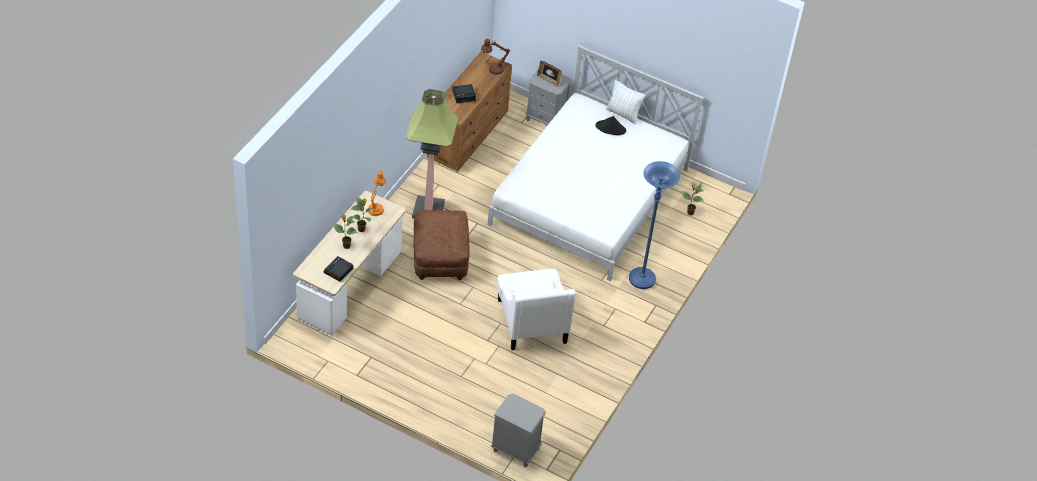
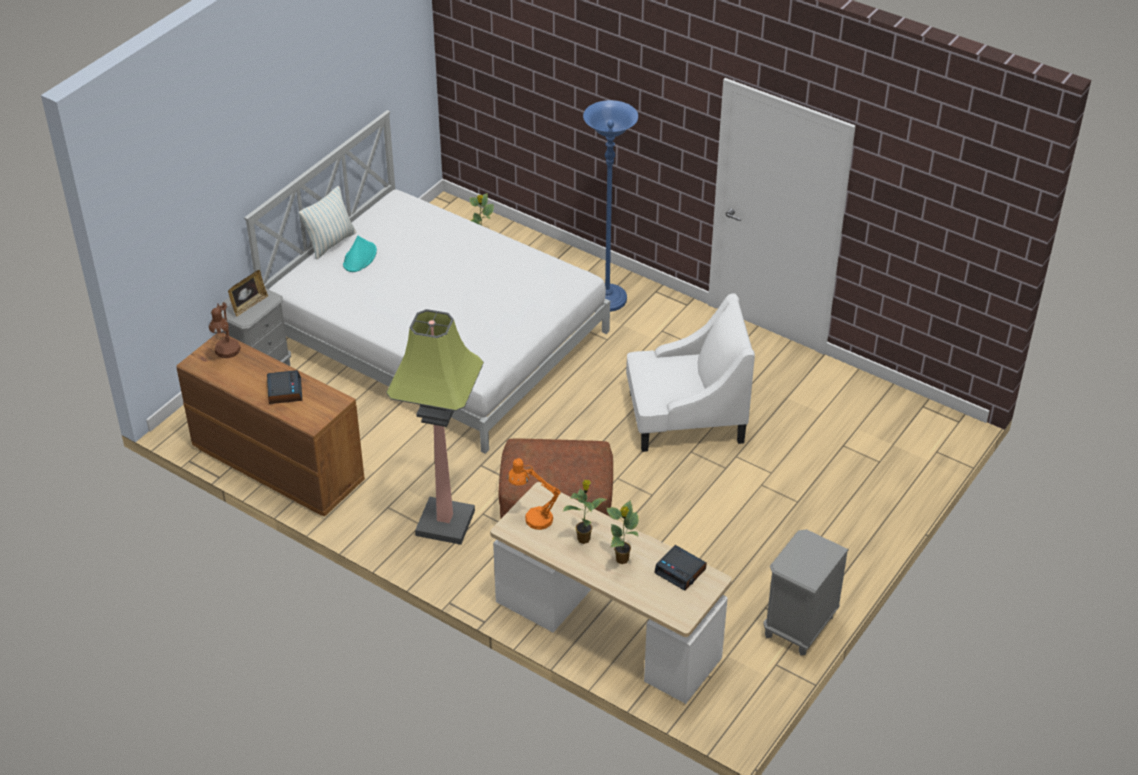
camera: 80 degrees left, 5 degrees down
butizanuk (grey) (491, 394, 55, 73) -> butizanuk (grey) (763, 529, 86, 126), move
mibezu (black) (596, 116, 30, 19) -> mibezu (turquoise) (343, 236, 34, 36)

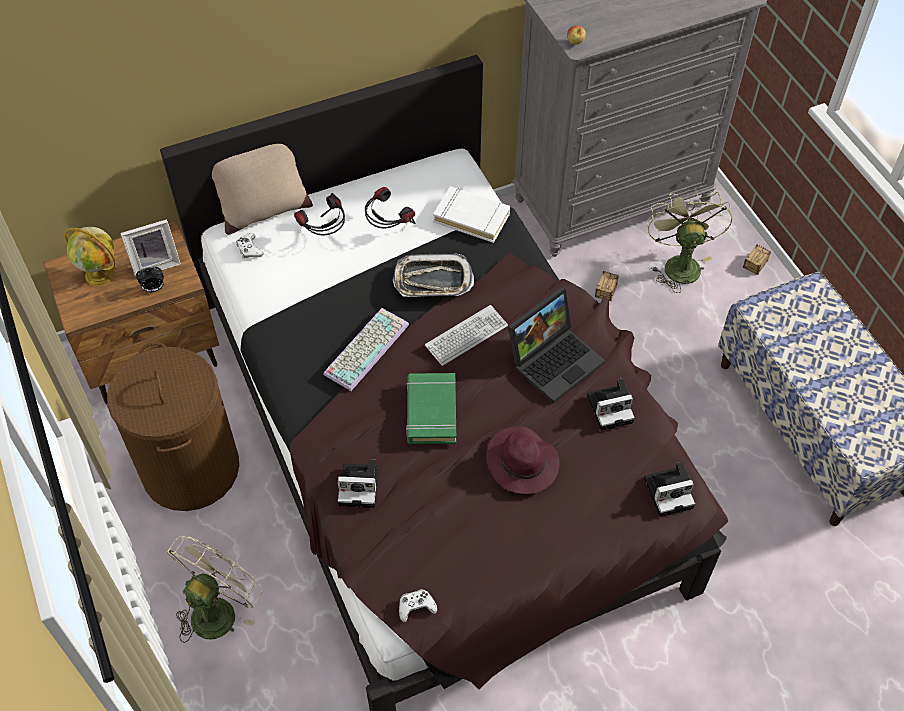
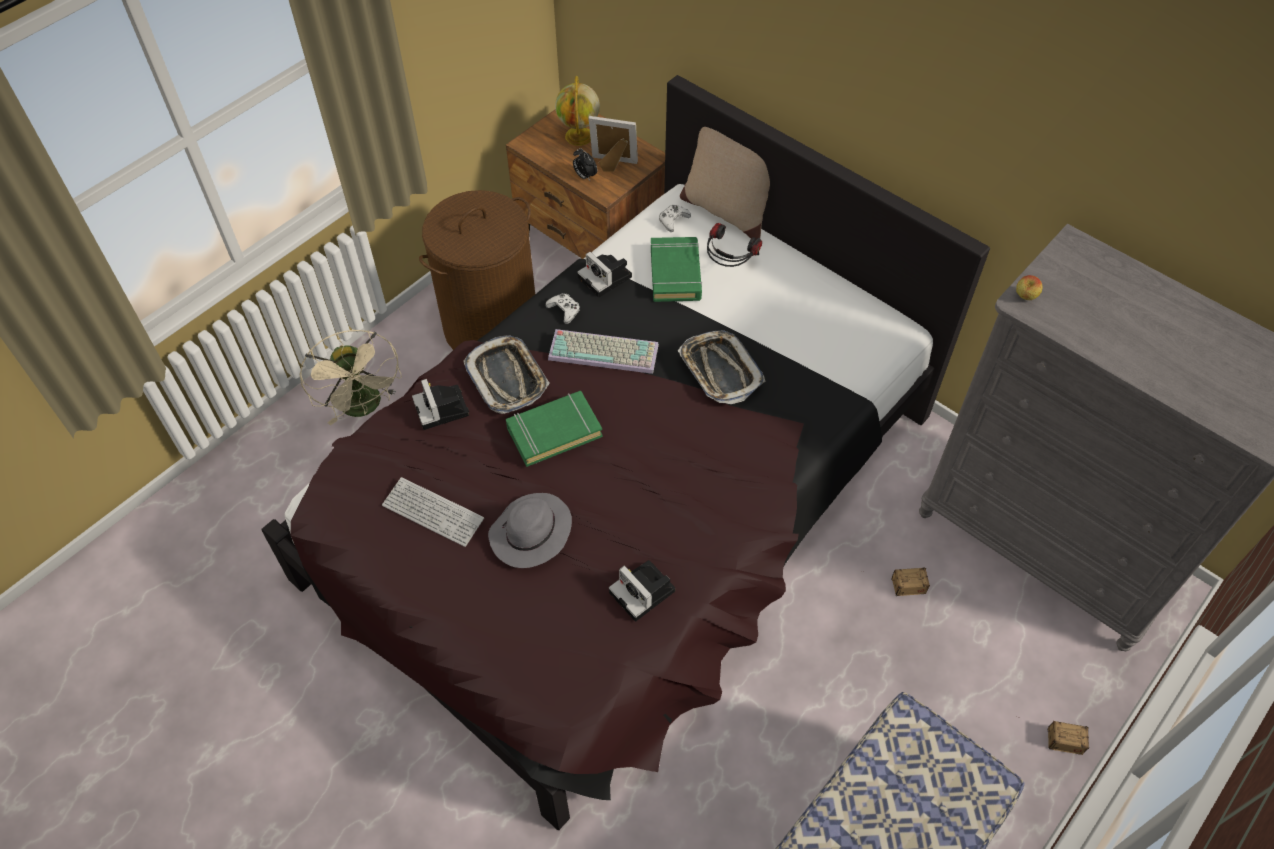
camera: 65 degrees right, 0 degrees up
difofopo (120, 219, 61, 58) -> difofopo (589, 116, 49, 56), 150 degrees clockwise
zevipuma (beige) (166, 536, 97, 107) -> zevipuma (beige) (300, 330, 102, 96), 60 degrees clockwise
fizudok (365, 187, 51, 42) -> none
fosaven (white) (399, 589, 38, 33) -> fosaven (white) (545, 293, 35, 31), move
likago (425, 305, 83, 61) -> likago (382, 477, 102, 70), move
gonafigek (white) (433, 186, 77, 57) -> none
mibezu (purple) (486, 426, 73, 68) -> mibezu (grey) (488, 493, 84, 75)
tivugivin (508, 287, 97, 117) -> none
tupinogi (644, 462, 51, 55) -> tupinogi (577, 252, 55, 45), move
zevipuma (green) (647, 189, 86, 104) -> none
none -> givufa (463, 335, 87, 79)
none -> gonafigek (green) (651, 237, 51, 65)

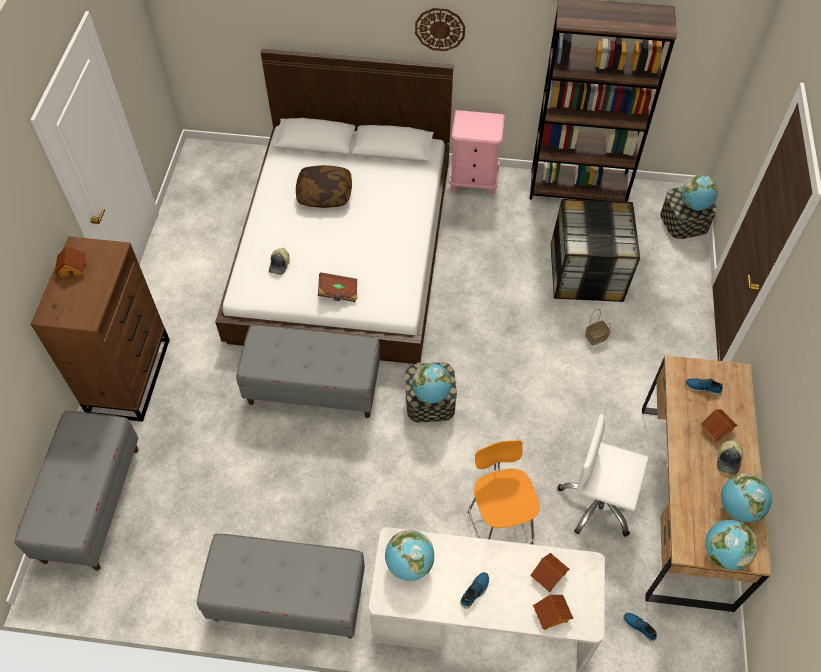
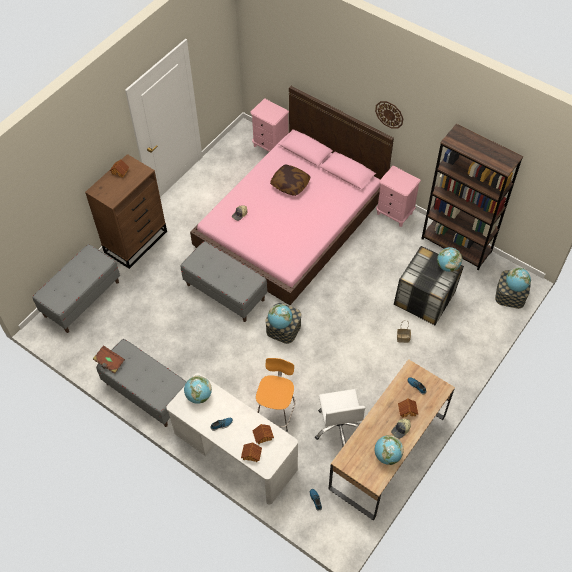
camera: 30 degrees right, 0 degrees up
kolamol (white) (215, 49, 238, 315) -> kolamol (pink) (190, 86, 204, 219)
gonafigek (brown) (318, 272, 39, 30) -> gonafigek (brown) (93, 345, 32, 29), move
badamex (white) (557, 414, 92, 123) -> badamex (white) (315, 389, 50, 59), 150 degrees counterclockwise
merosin (705, 520, 52, 50) -> merosin (437, 247, 25, 25), move
none -> butizanuk (pink) (250, 98, 39, 54)

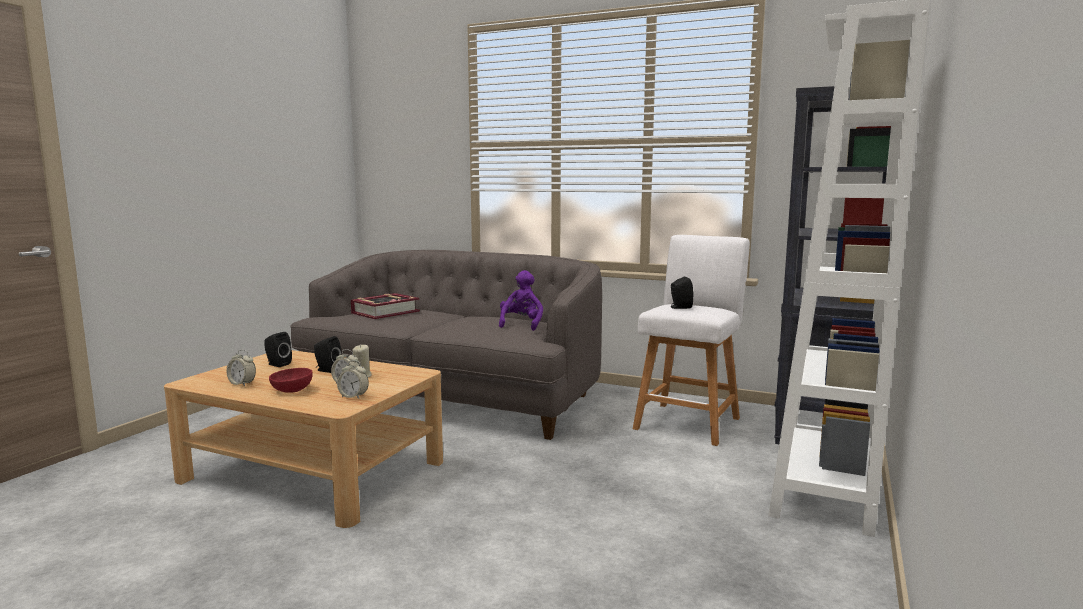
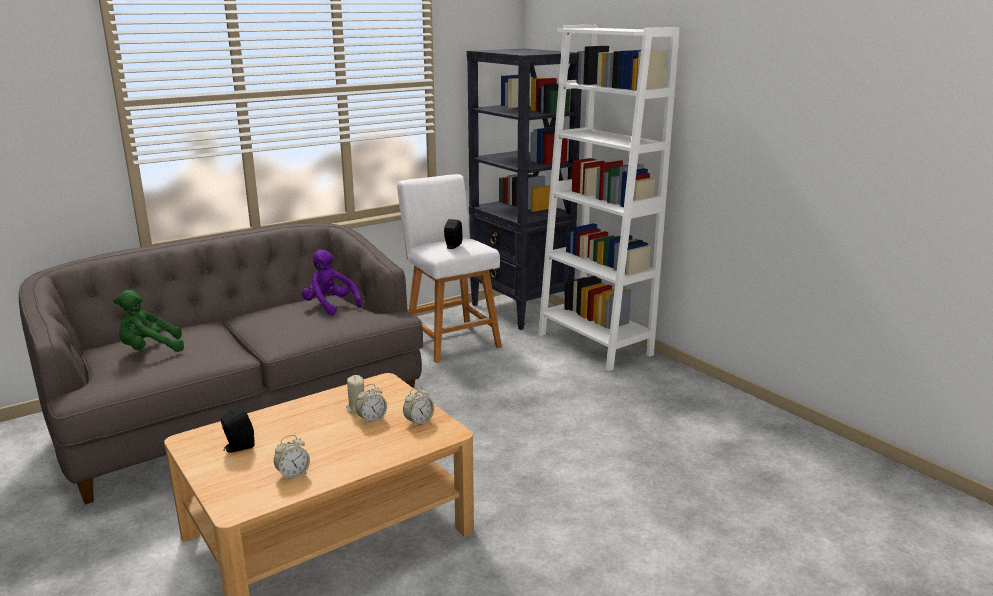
camera: 60 degrees left, 10 degrees up
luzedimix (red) (269, 368, 44, 25) -> none
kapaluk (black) (314, 336, 27, 37) -> none
gonafigek (351, 293, 69, 26) -> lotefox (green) (113, 290, 71, 62)

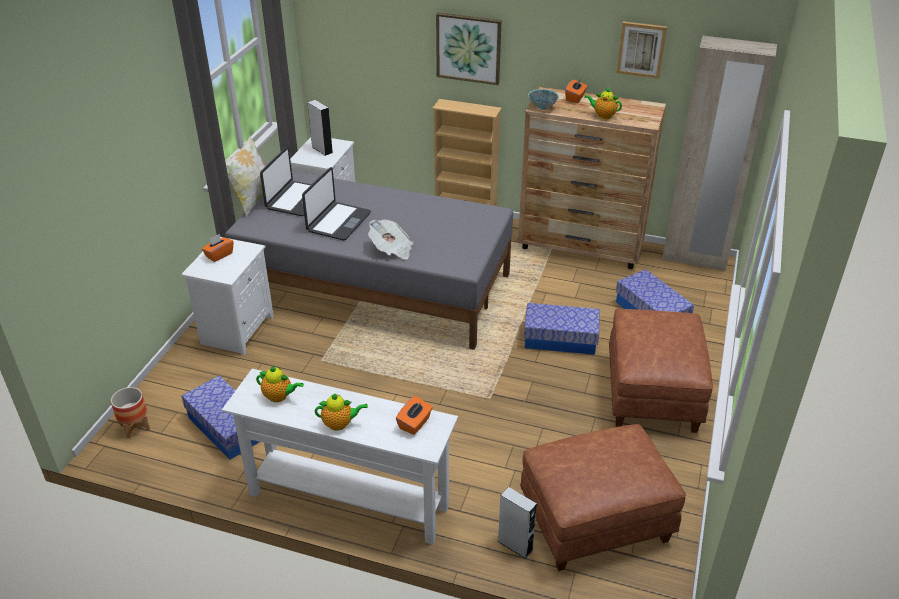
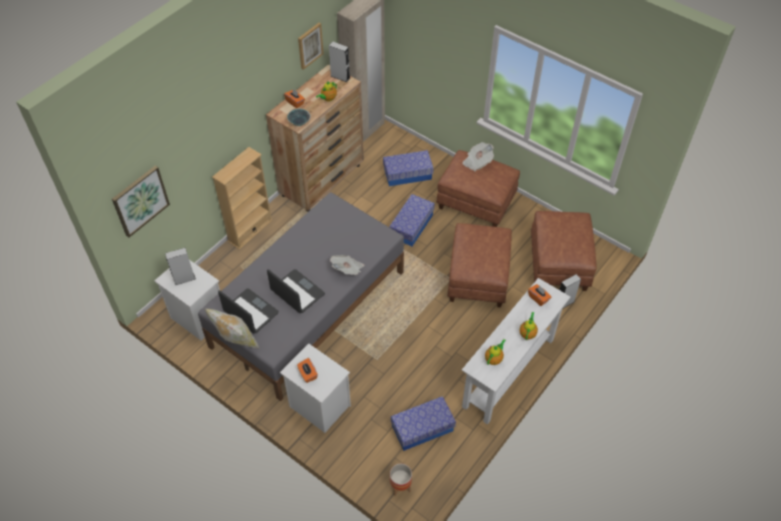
camera: 70 degrees left, 15 degrees up
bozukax (436, 12, 66, 73) -> bozukax (112, 166, 58, 71), move
none -> kapaluk (grey) (329, 41, 21, 41)
none -> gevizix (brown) (447, 223, 65, 84)
none -> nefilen (462, 142, 32, 29)

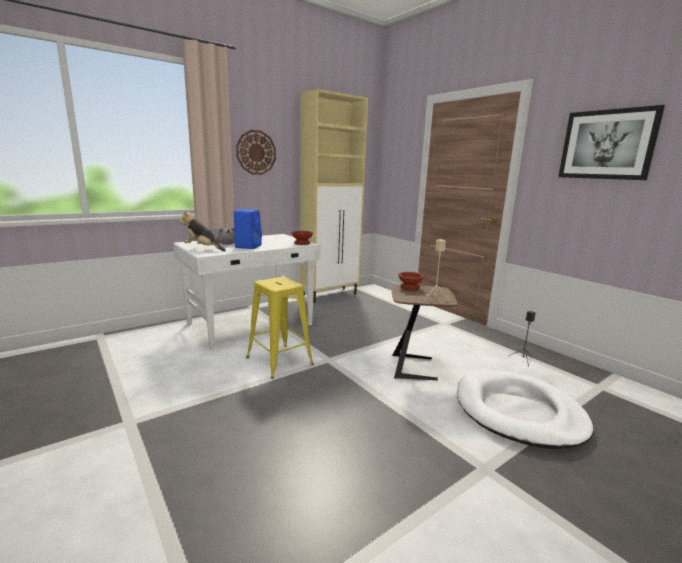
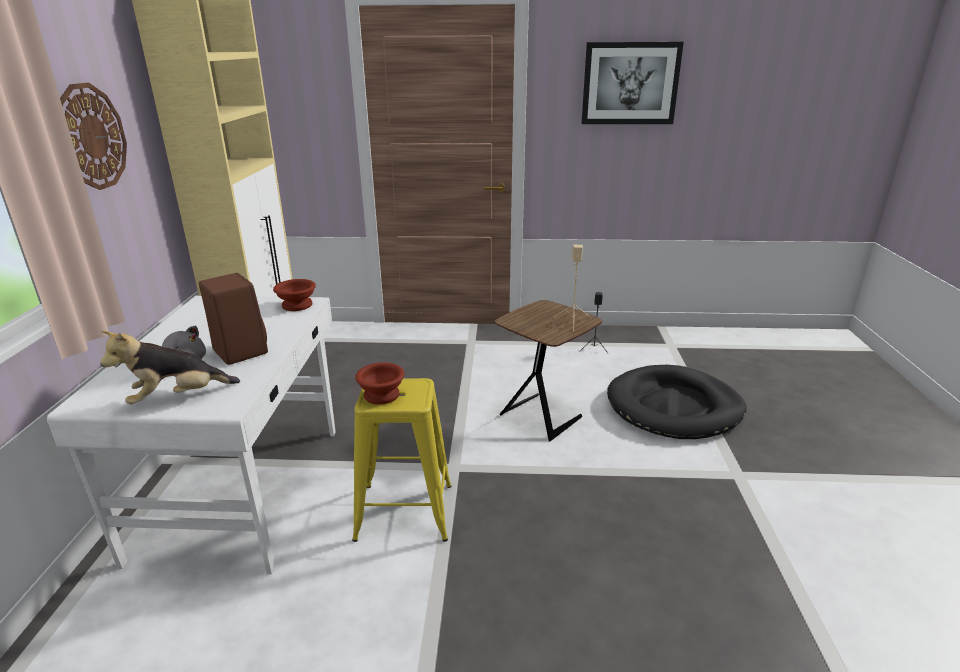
camera: 50 degrees left, 10 degrees up
kapaluk (blue) (234, 209, 28, 40) -> kapaluk (brown) (199, 273, 69, 92)
luzedimix (brown) (398, 272, 26, 19) -> luzedimix (brown) (355, 363, 49, 42), move
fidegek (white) (457, 371, 136, 78) -> fidegek (black) (607, 365, 140, 74)

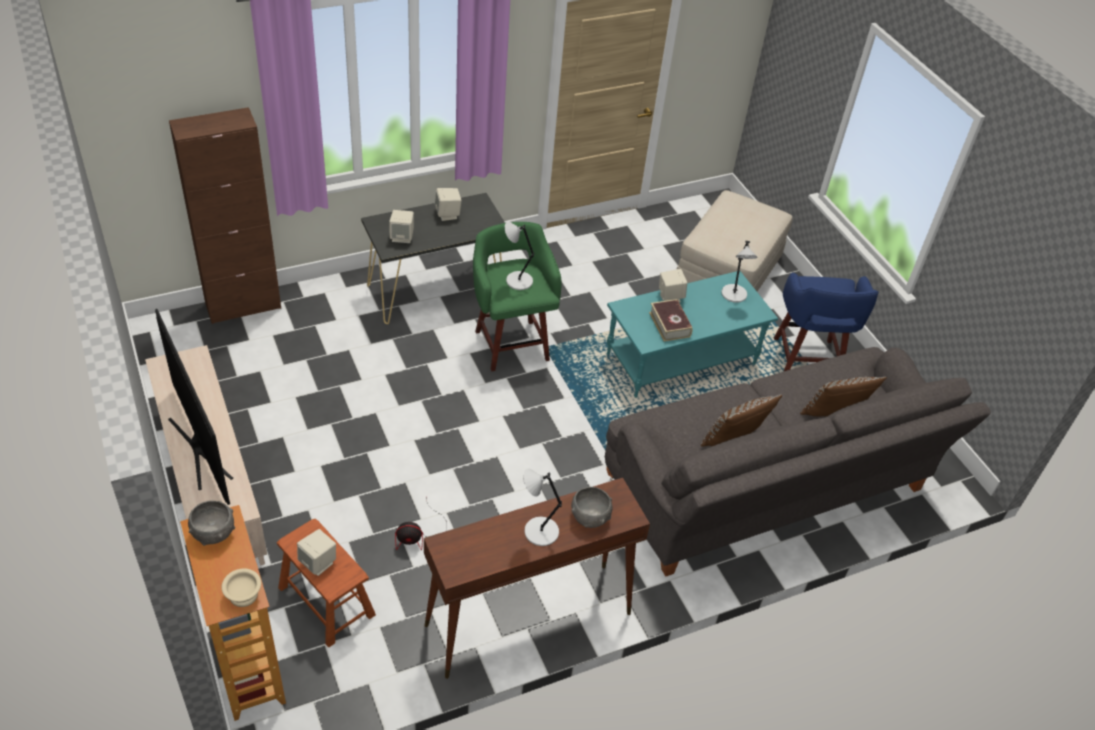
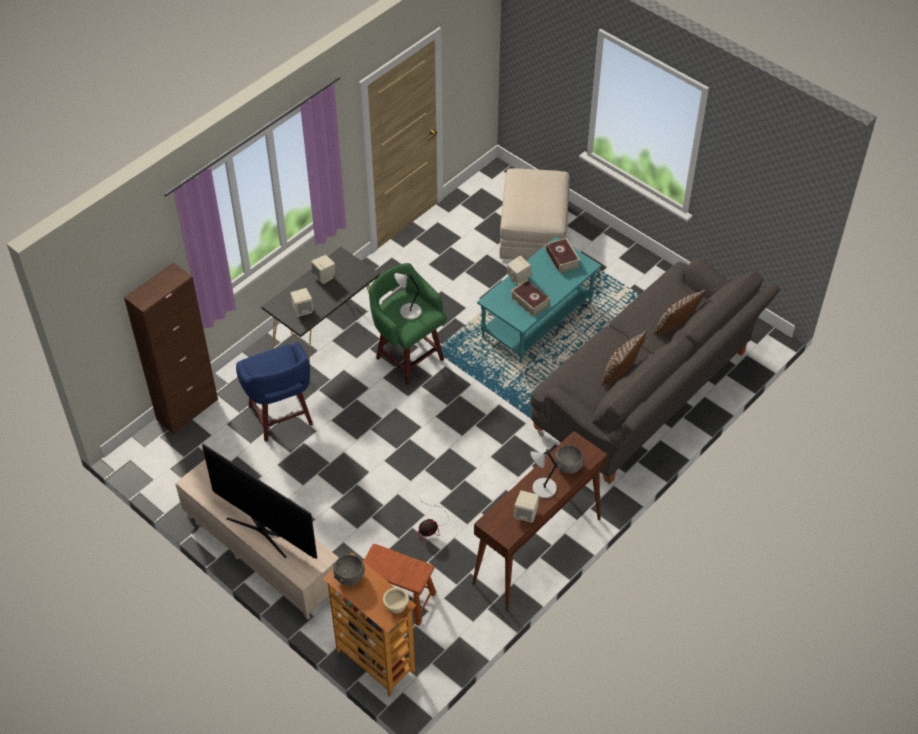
camera: 20 degrees left, 5 degrees up
kapaluk (beige) (297, 529, 39, 47) -> kapaluk (beige) (514, 490, 25, 33), move
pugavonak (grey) (721, 241, 37, 62) -> gonafigek (546, 238, 34, 35)
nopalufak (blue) (774, 272, 104, 100) -> nopalufak (blue) (236, 342, 77, 100), move

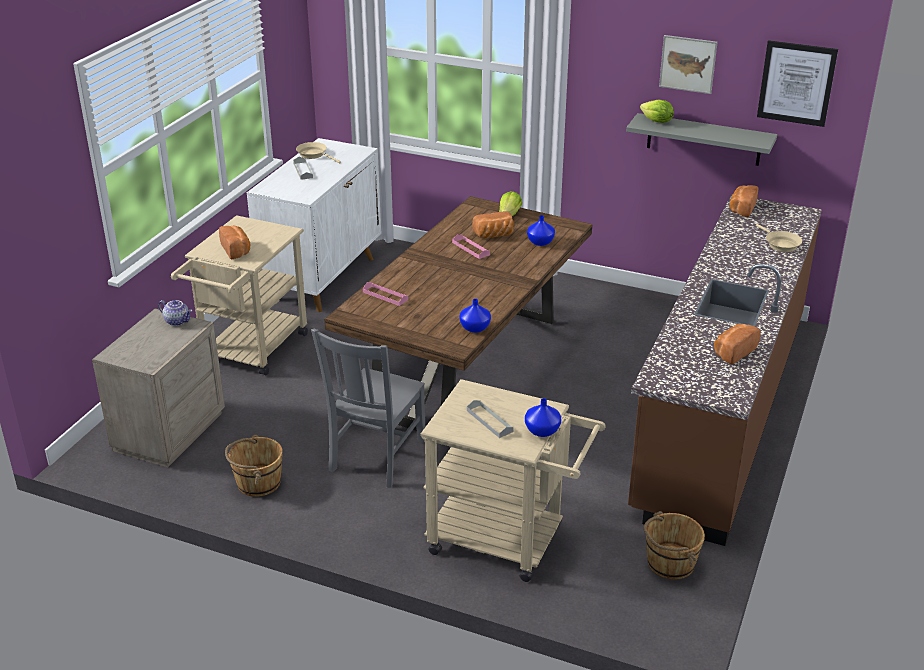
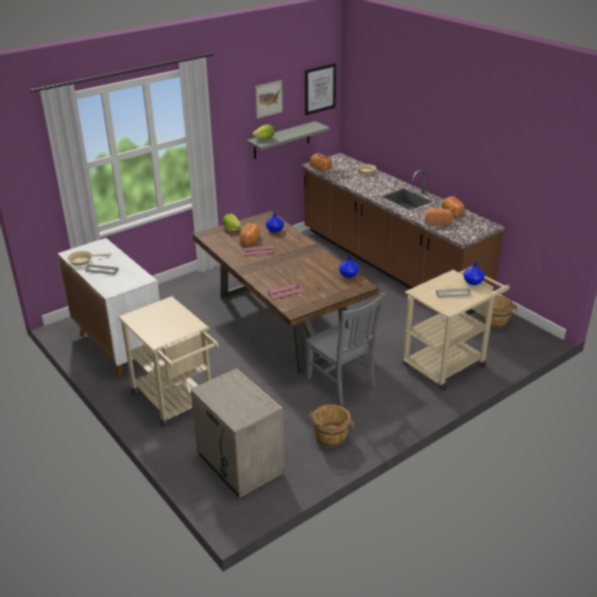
camera: 60 degrees left, 0 degrees up
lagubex (158, 300, 34, 26) -> none
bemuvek (219, 225, 31, 34) -> bemuvek (425, 208, 28, 17), move

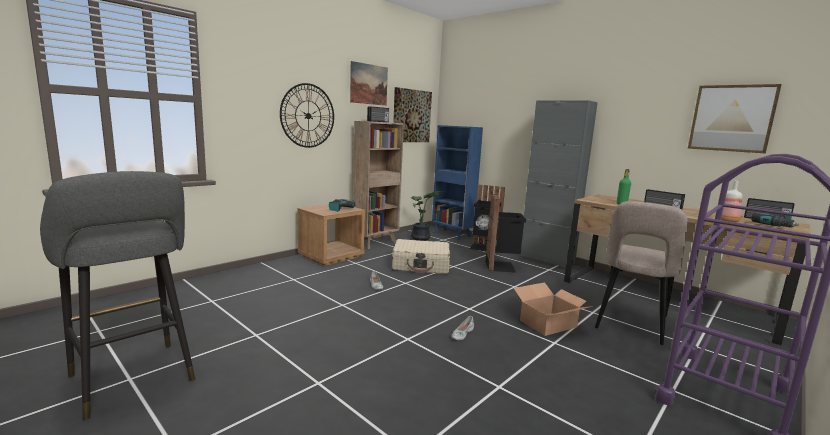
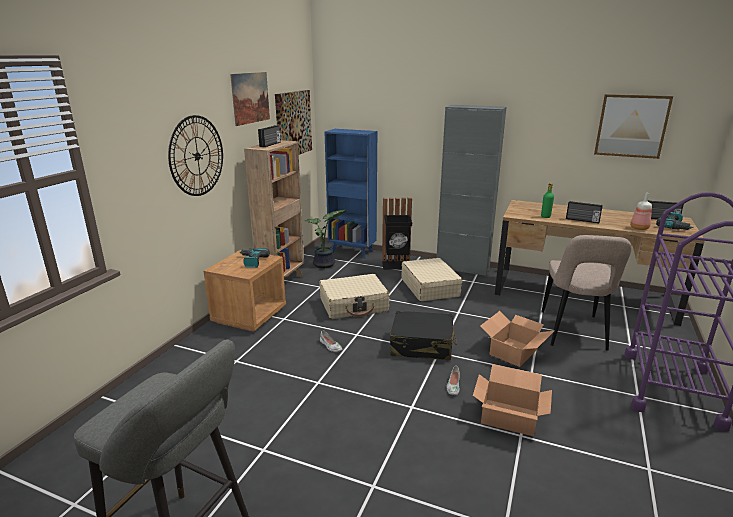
camera: 20 degrees left, 10 degrees up
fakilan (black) (485, 194, 41, 79) -> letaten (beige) (402, 258, 60, 43)
none -> letaten (black) (390, 311, 67, 50)
none -> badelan (473, 364, 79, 72)

